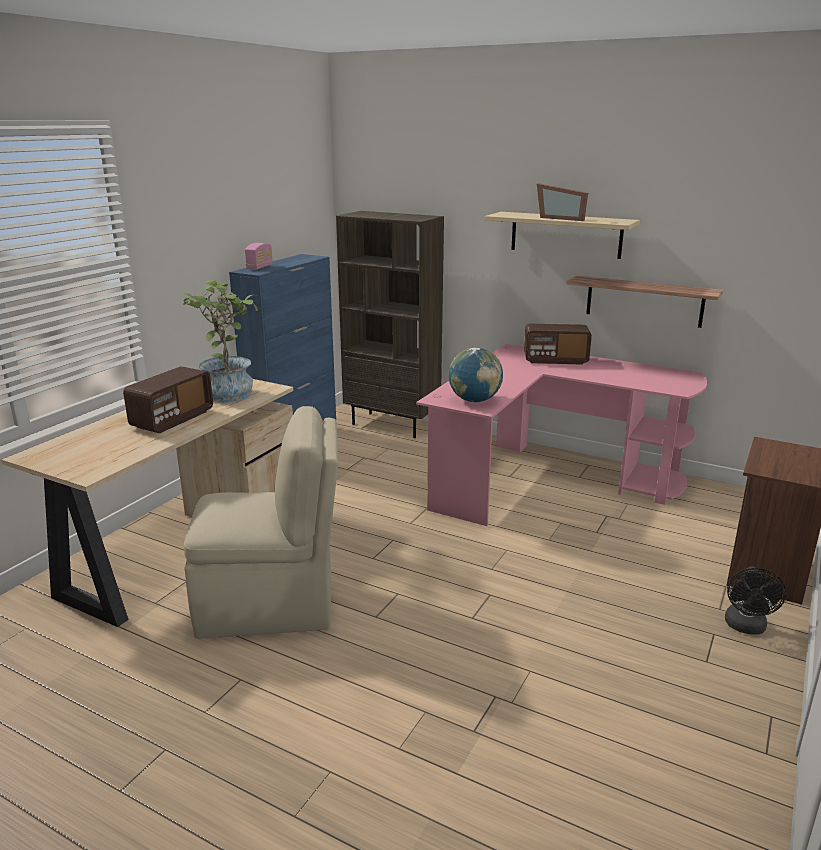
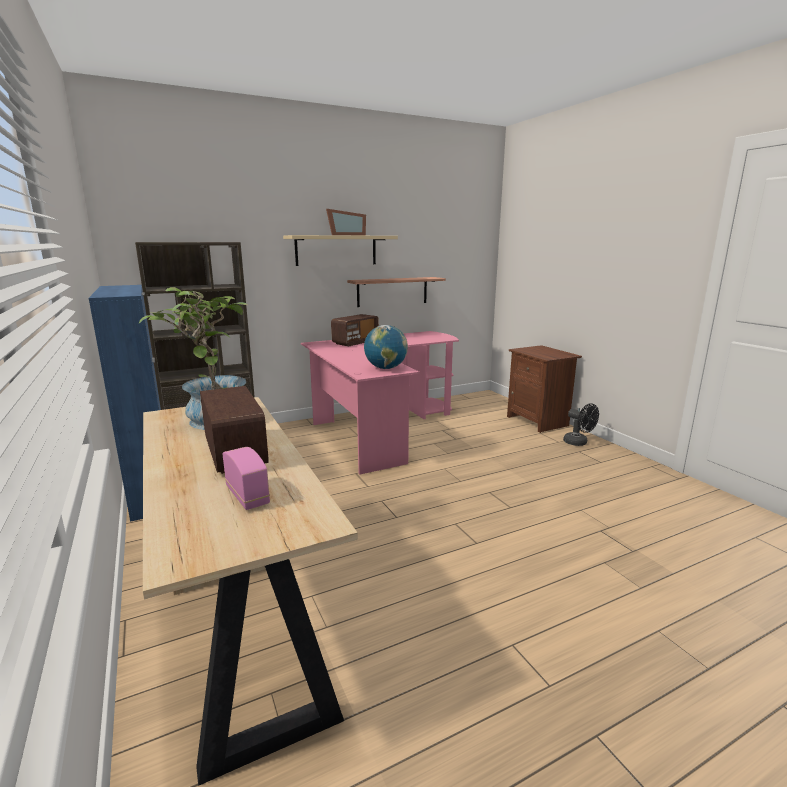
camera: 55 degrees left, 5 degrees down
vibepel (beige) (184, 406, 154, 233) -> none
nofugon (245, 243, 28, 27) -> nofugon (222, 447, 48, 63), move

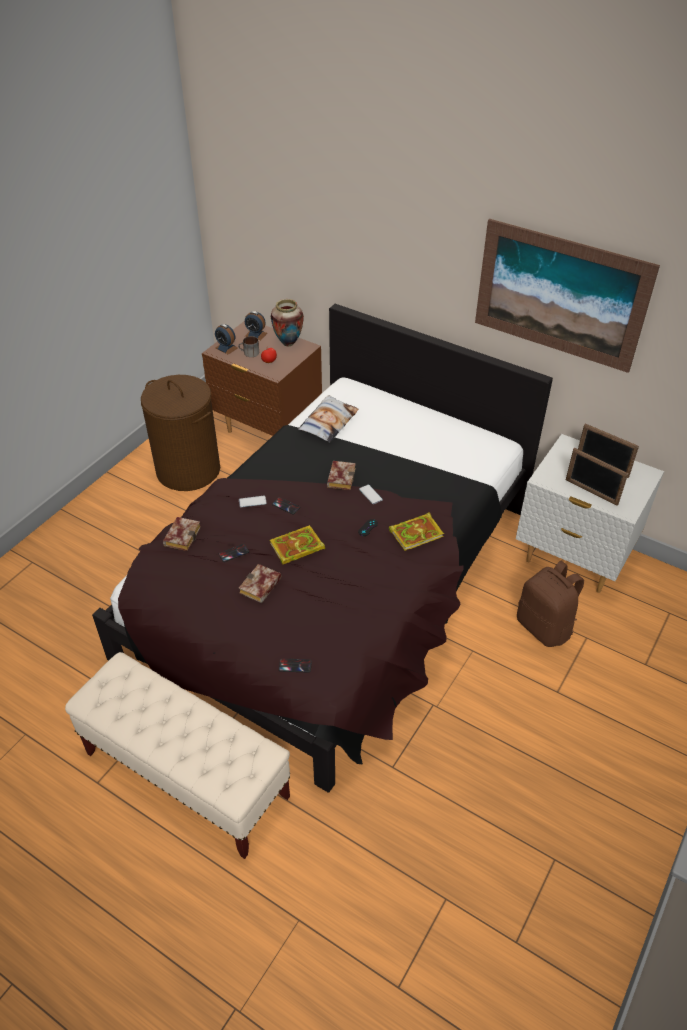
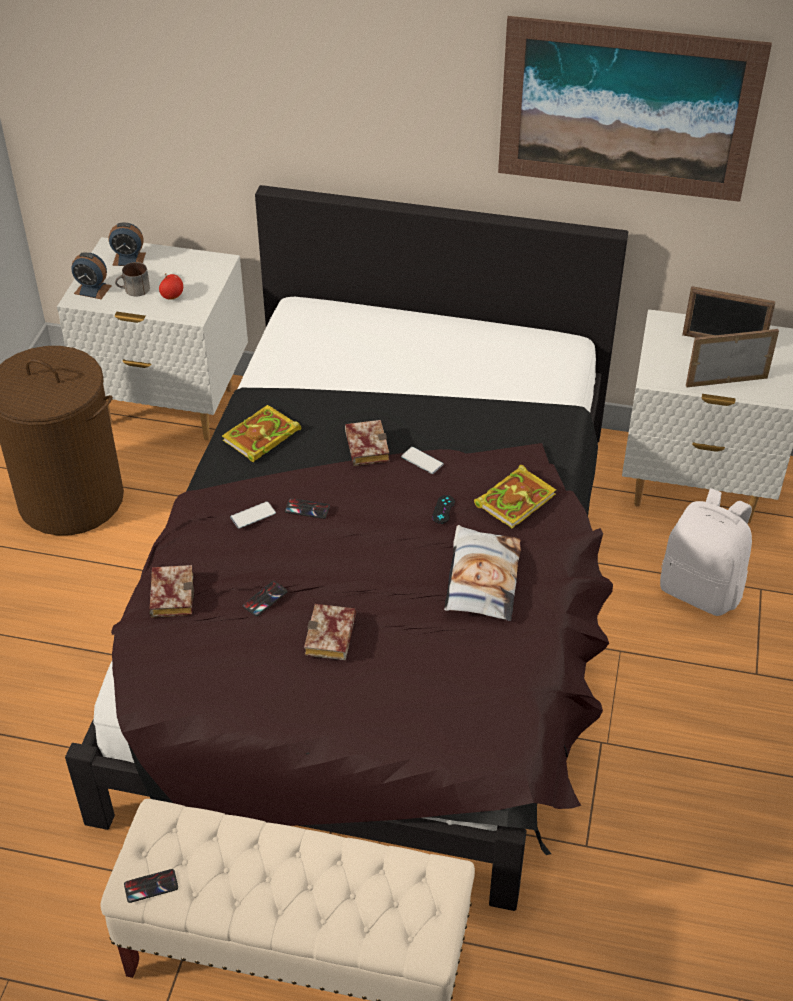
camera: 20 degrees left, 0 degrees up
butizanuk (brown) (202, 321, 120, 115) -> butizanuk (white) (57, 237, 191, 203)
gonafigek (270, 525, 55, 40) -> gonafigek (222, 405, 79, 57), move
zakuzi (271, 299, 33, 47) -> none
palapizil (279, 659, 33, 14) -> palapizil (124, 869, 54, 34), move
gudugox (298, 395, 61, 48) -> gudugox (444, 525, 77, 96), move
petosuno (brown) (517, 561, 67, 86) -> petosuno (white) (660, 488, 92, 128)
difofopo (566, 448, 62, 58) -> difofopo (686, 329, 93, 58), 150 degrees clockwise

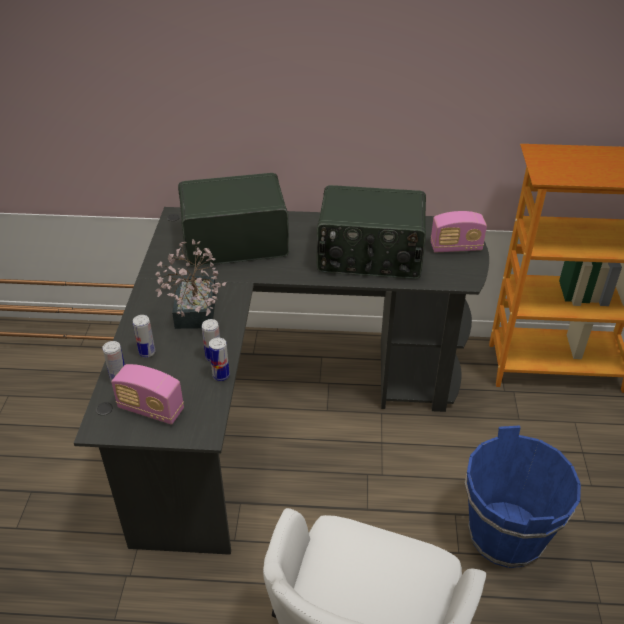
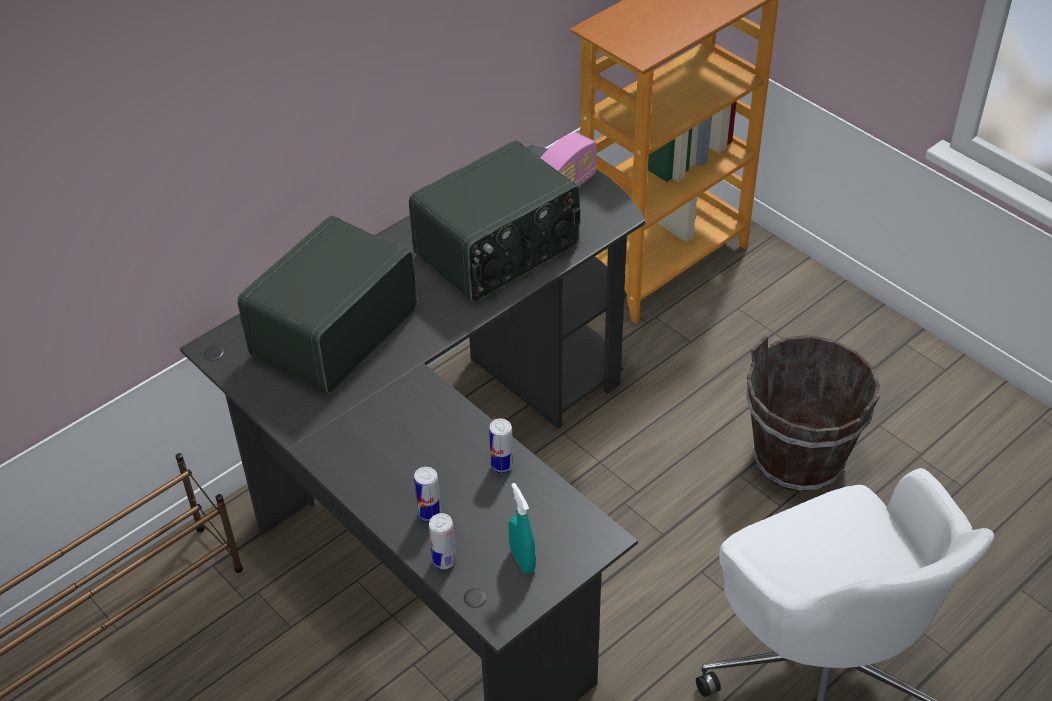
camera: 45 degrees left, 5 degrees up
nofugon (111, 364, 73, 61) -> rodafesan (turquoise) (508, 483, 28, 91)
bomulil (155, 240, 71, 89) -> none
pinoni (209, 338, 21, 43) -> none
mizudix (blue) (465, 425, 116, 143) -> mizudix (brown) (746, 335, 134, 157)

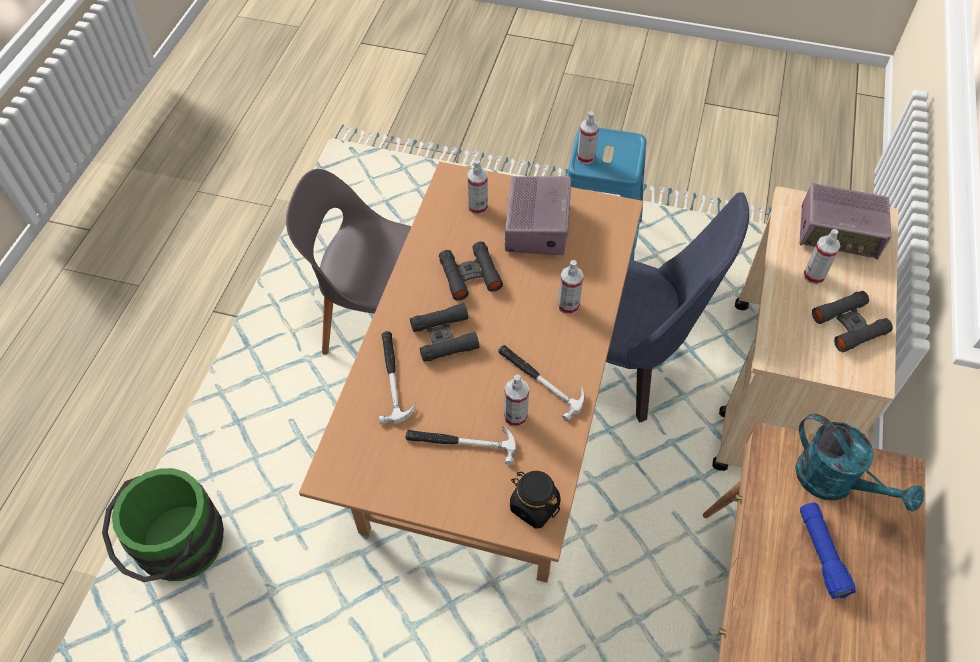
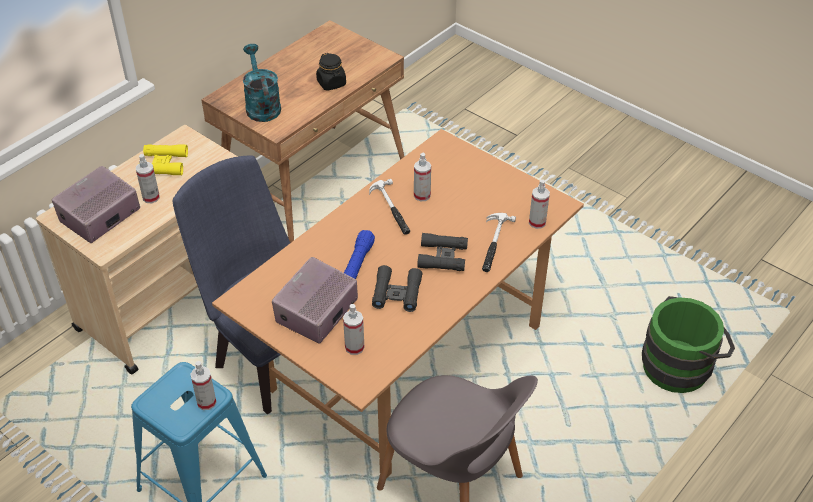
camera: 155 degrees left, 10 degrees down
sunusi (406, 426, 110, 39) -> none
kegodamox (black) (510, 471, 51, 57) -> kegodamox (black) (316, 53, 30, 38), move
rodafesan (558, 260, 25, 55) -> rodafesan (529, 179, 21, 50), move
nofugon (800, 183, 91, 77) -> nofugon (52, 166, 88, 77), 90 degrees counterclockwise
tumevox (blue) (800, 503, 56, 96) -> tumevox (blue) (344, 230, 31, 49), move
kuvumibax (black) (812, 291, 81, 61) -> kuvumibax (yellow) (138, 144, 50, 31)

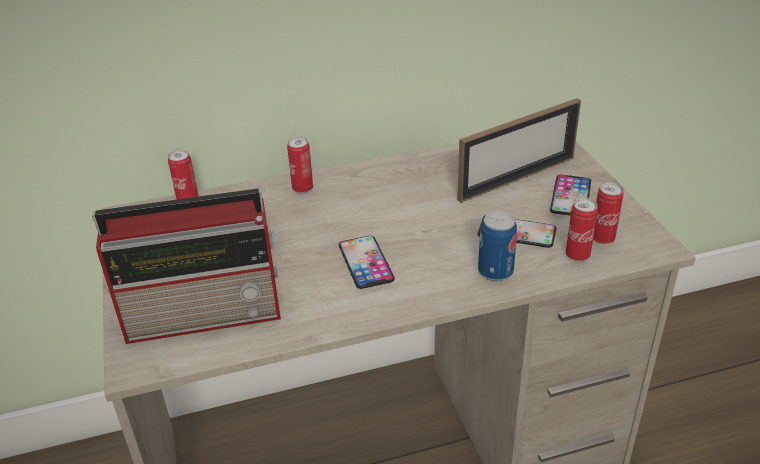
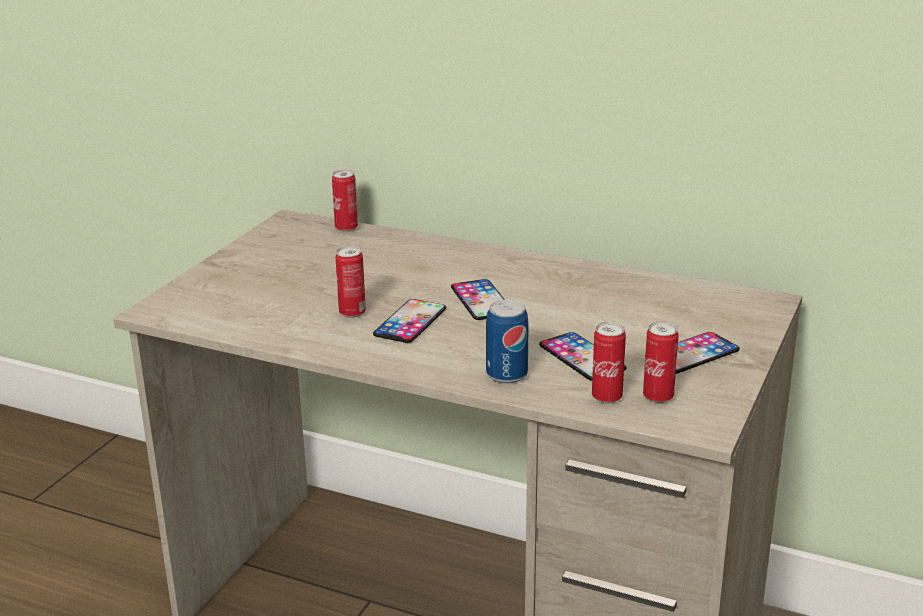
camera: 40 degrees right, 10 degrees down
nofugon (92, 189, 189, 155) -> none
pinoni (287, 137, 26, 56) -> pinoni (335, 246, 31, 72), move
difofopo (457, 98, 124, 105) -> none
none -> palapizil (451, 279, 54, 41)

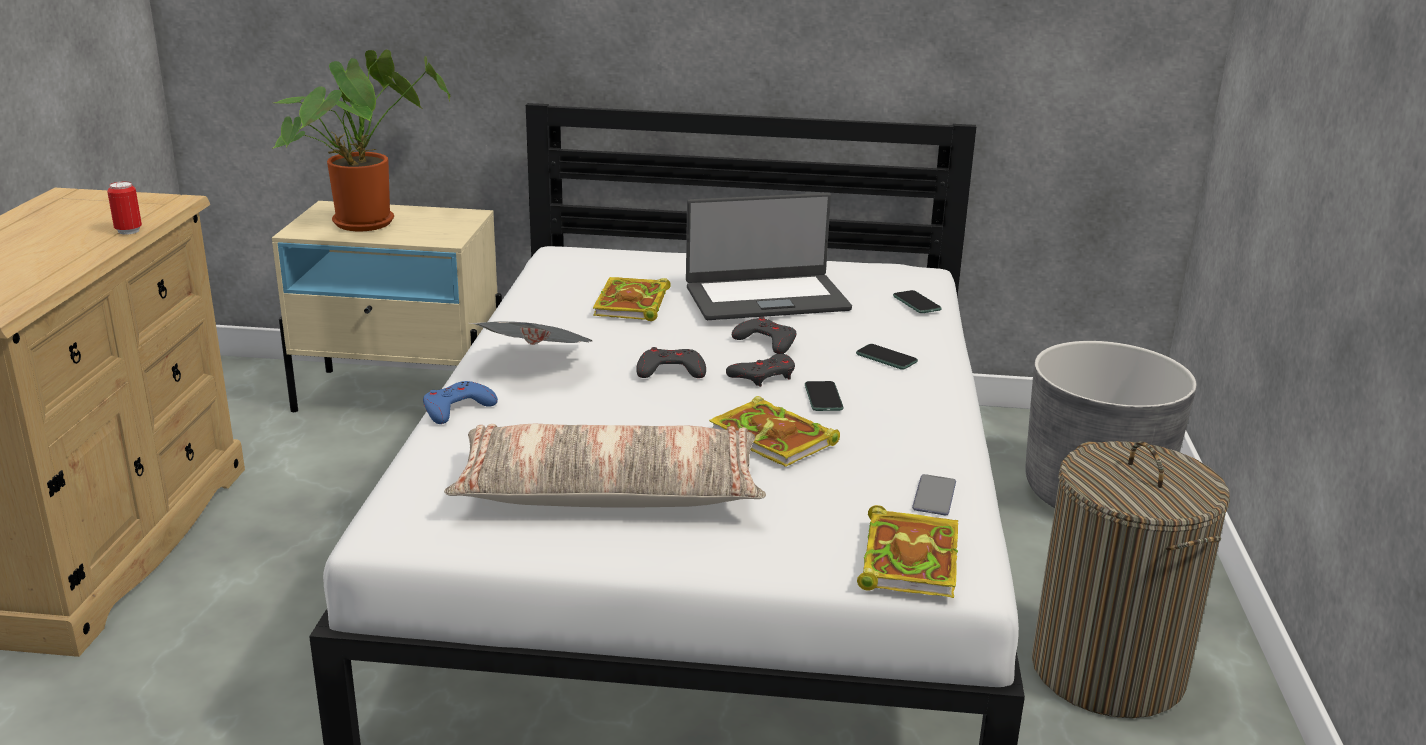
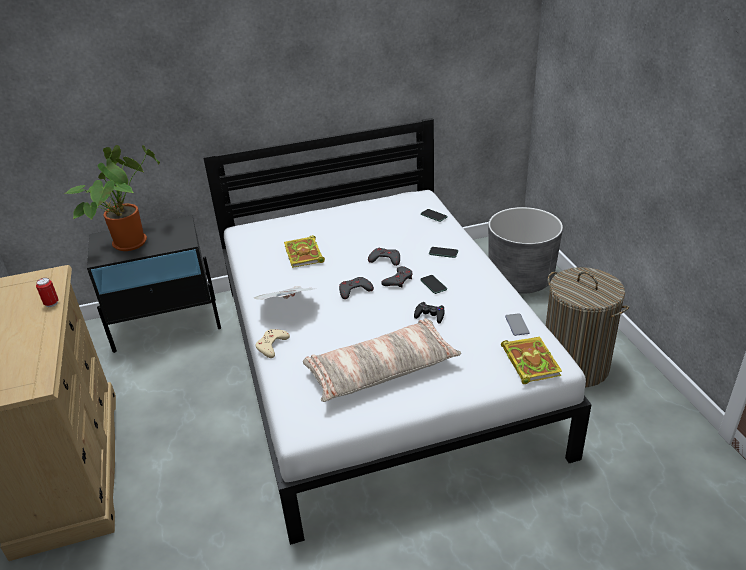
camera: 20 degrees left, 10 degrees up
butizanuk (beige) (272, 201, 230, 211) -> butizanuk (black) (87, 215, 134, 138)
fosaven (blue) (423, 381, 75, 43) -> fosaven (beige) (255, 329, 35, 29)
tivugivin (686, 193, 166, 127) -> none
gonafigek (709, 396, 131, 71) -> fosaven (black) (414, 302, 31, 22)

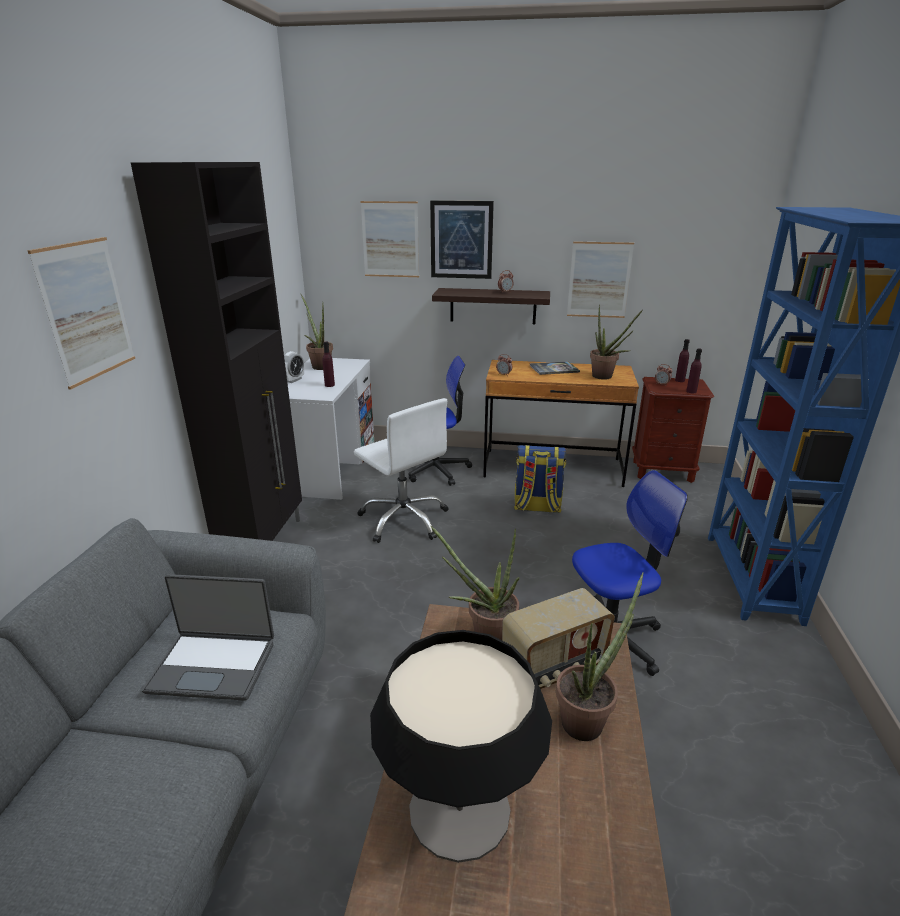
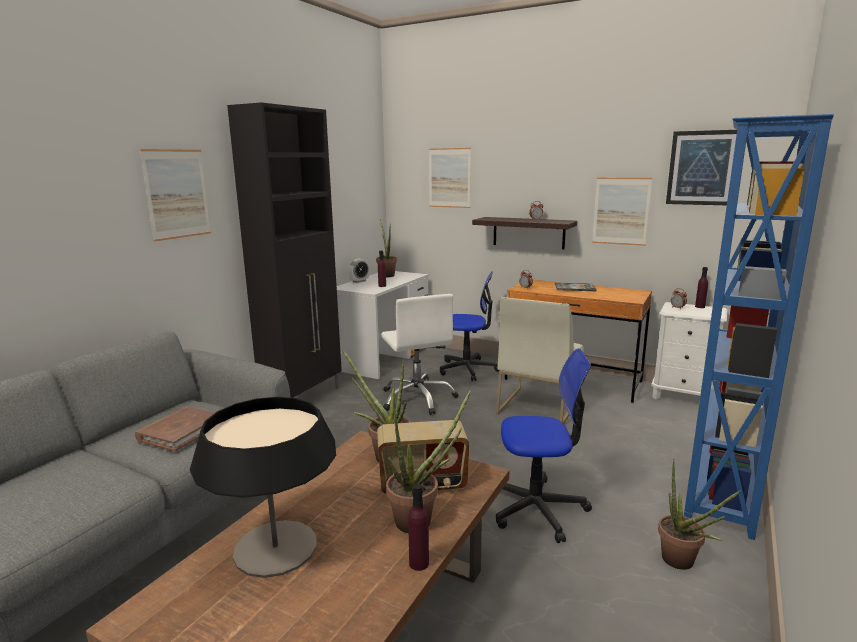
camera: 20 degrees right, 10 degrees down
tivugivin (142, 574, 132, 127) -> gonafigek (brown) (135, 406, 80, 46)
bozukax (430, 200, 64, 79) -> bozukax (666, 130, 71, 75), move
petosuno (514, 445, 52, 68) -> vibepel (white) (496, 297, 88, 127)
bomulil (590, 304, 53, 76) -> bomulil (658, 459, 83, 111), move
butizanuk (brown) (632, 377, 82, 106) -> butizanuk (white) (651, 302, 77, 97)
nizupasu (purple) (686, 348, 16, 45) -> nizupasu (purple) (408, 484, 21, 87), move

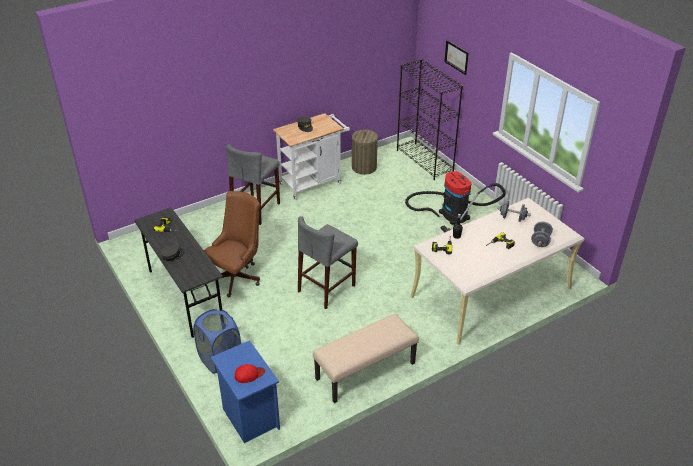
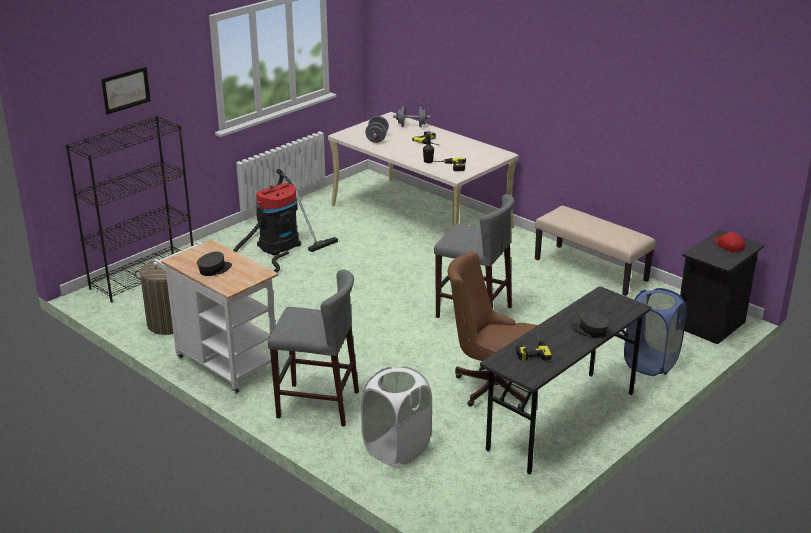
camera: 105 degrees left, 10 degrees down
butizanuk (blue) (211, 340, 69, 103) -> butizanuk (black) (680, 229, 85, 115)
none -> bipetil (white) (361, 366, 71, 99)

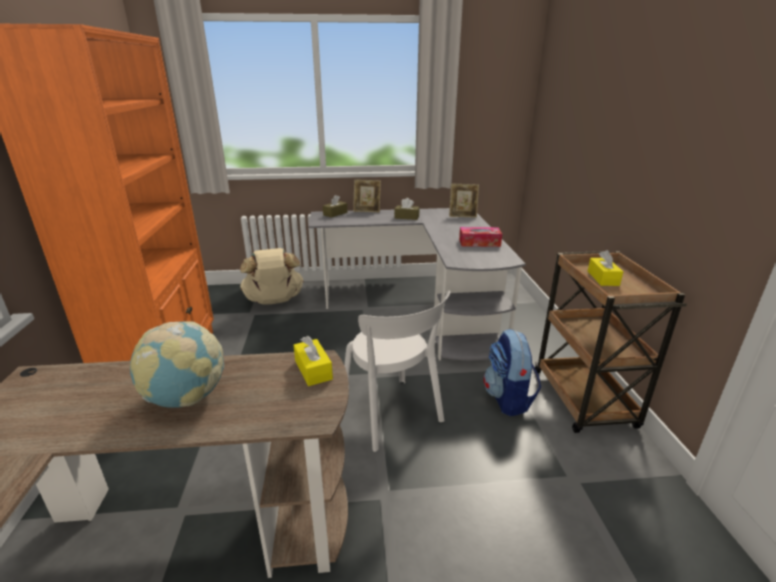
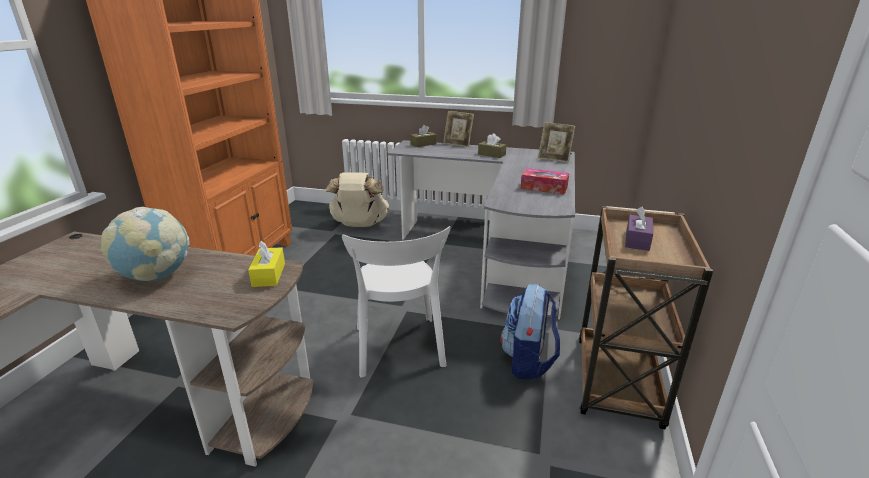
camera: 20 degrees right, 0 degrees up
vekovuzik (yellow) (588, 250, 35, 36) -> vekovuzik (purple) (625, 207, 28, 44)

